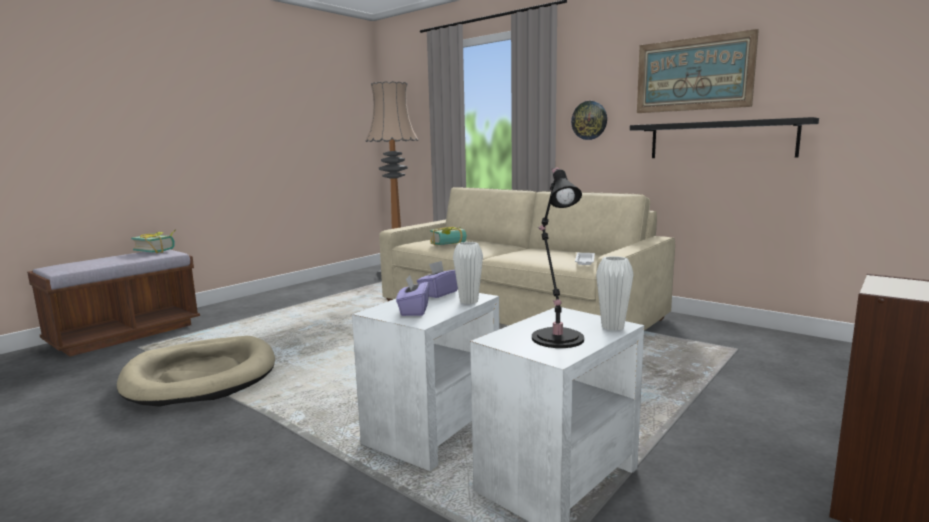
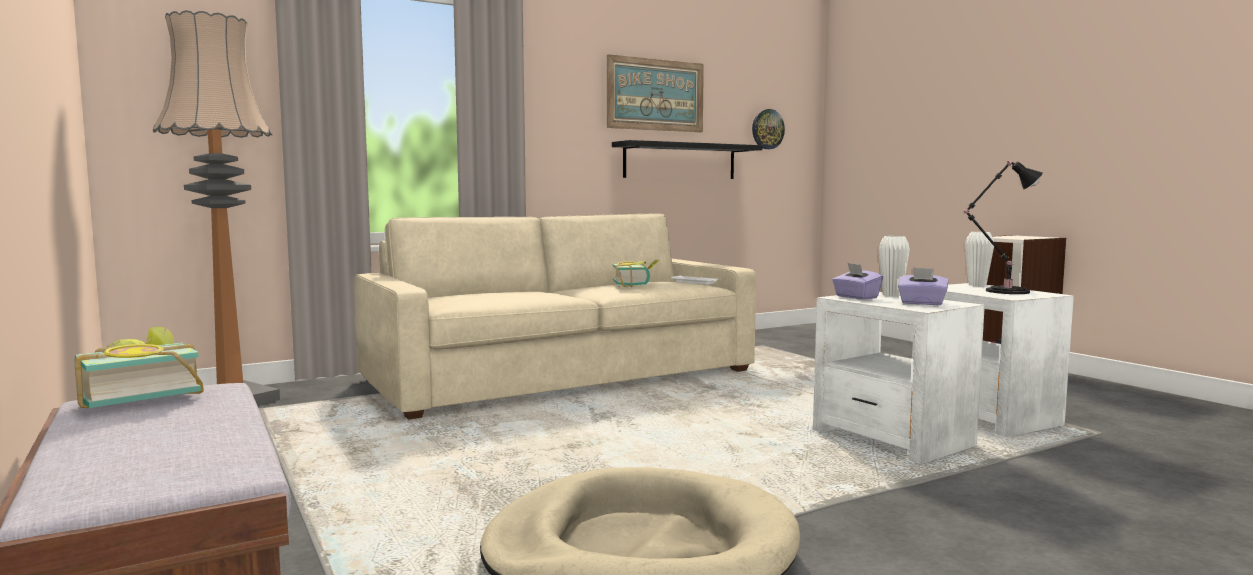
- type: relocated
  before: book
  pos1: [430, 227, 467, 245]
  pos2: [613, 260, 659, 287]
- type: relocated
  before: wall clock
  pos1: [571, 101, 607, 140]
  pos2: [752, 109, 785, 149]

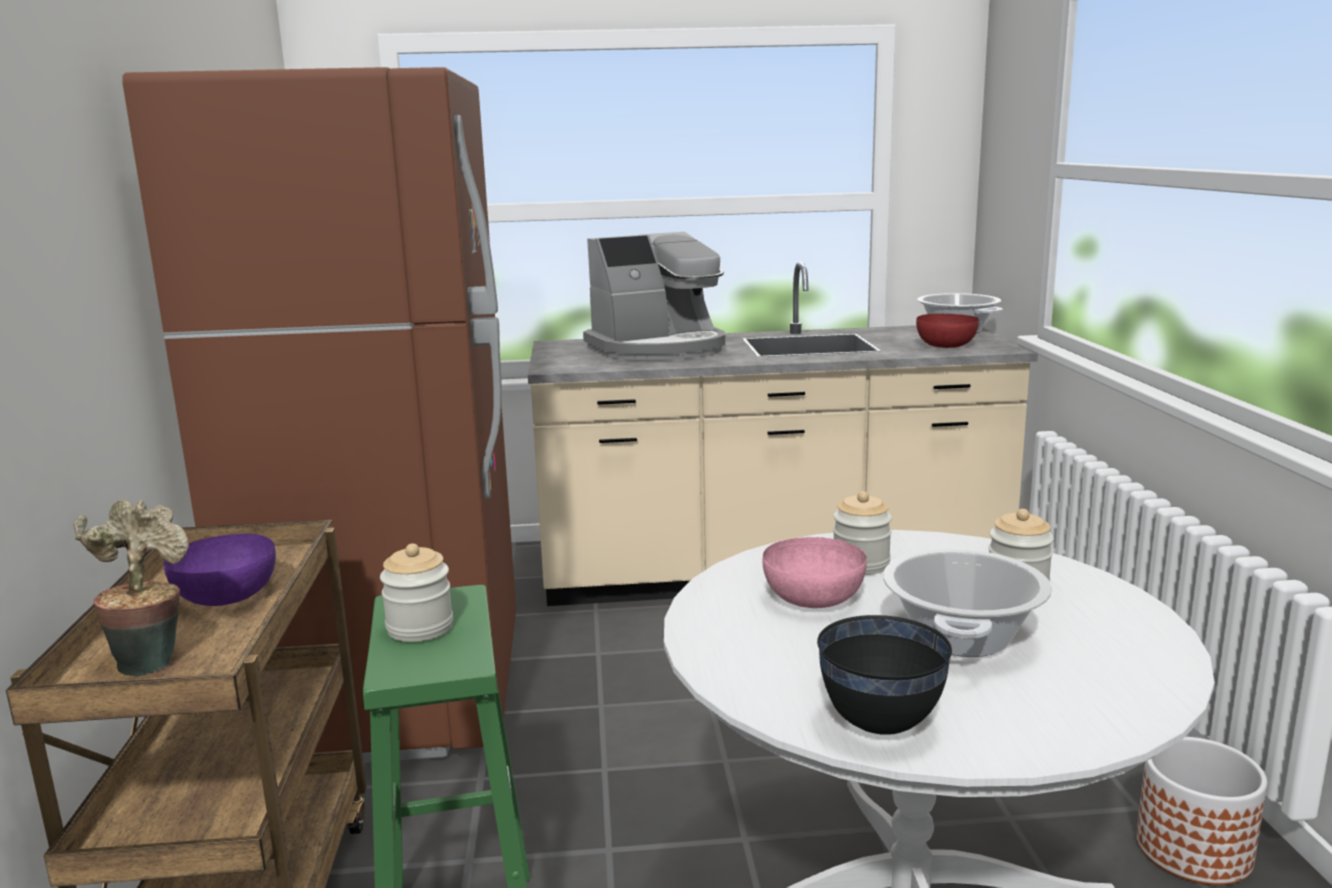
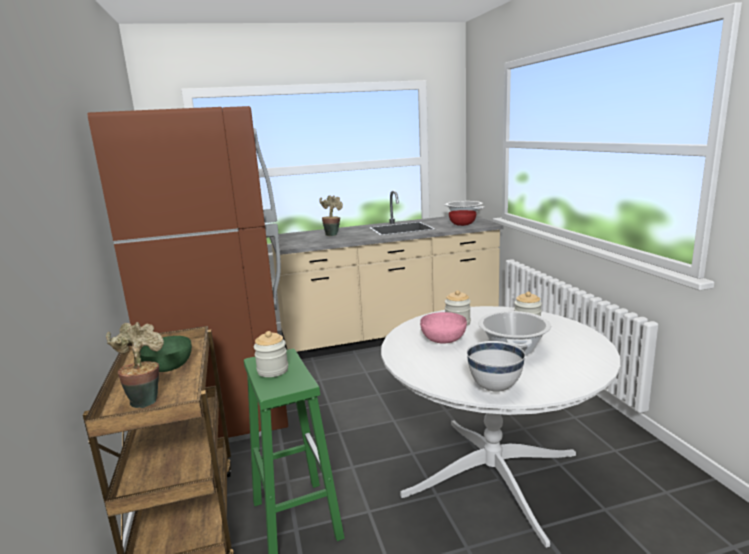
- type: missing
  before: planter
  pos1: [1136, 737, 1267, 885]
- type: exchanged
  before: coffee machine
  after: potted plant
  pos1: [583, 232, 725, 361]
  pos2: [319, 195, 343, 236]
- type: colour
  before: purple bowl
  after: green bowl
  pos1: [164, 534, 276, 606]
  pos2: [140, 336, 192, 372]
- type: colour
  before: black bowl
  after: white bowl
  pos1: [817, 615, 952, 735]
  pos2: [467, 341, 525, 392]

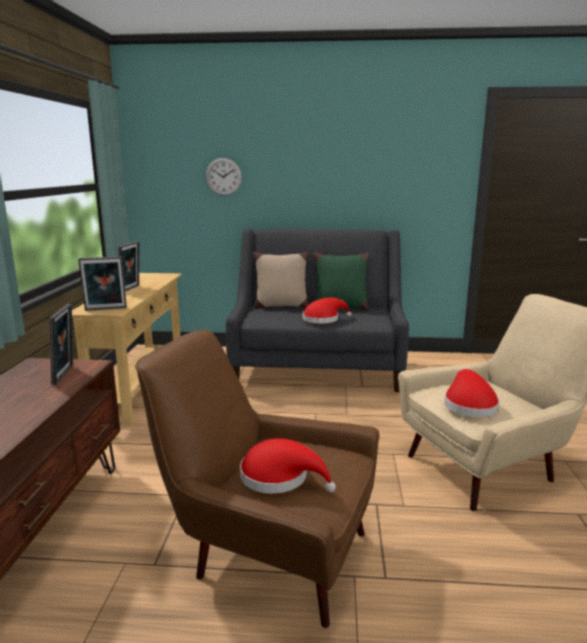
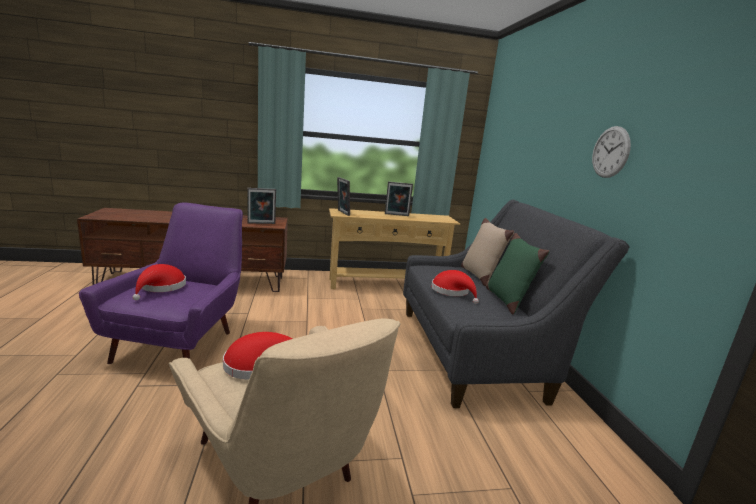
- type: relocated
  before: wall clock
  pos1: [206, 158, 242, 196]
  pos2: [592, 126, 631, 178]
- type: colour
  before: brown armchair
  after: purple armchair
  pos1: [135, 330, 380, 628]
  pos2: [79, 202, 243, 364]

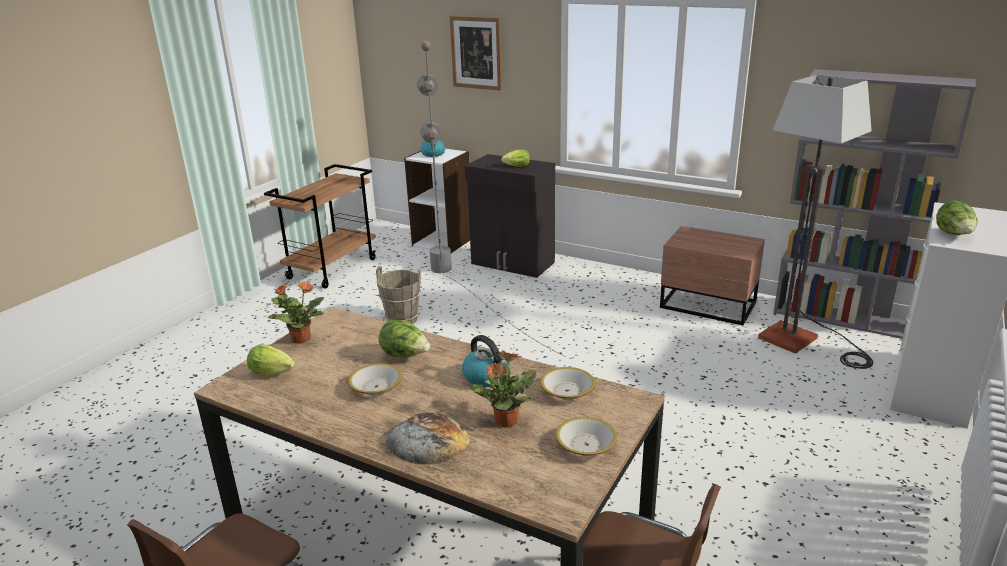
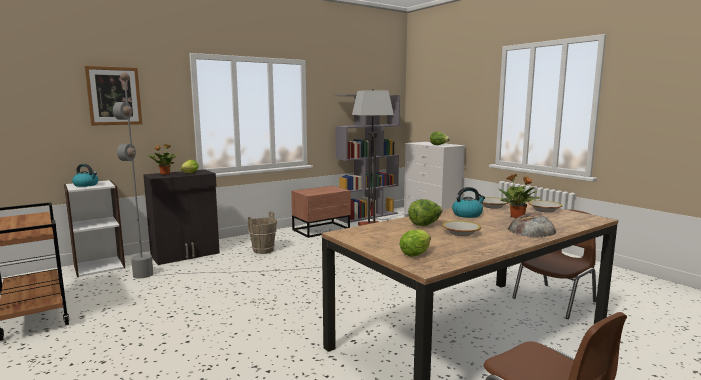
- type: relocated
  before: potted plant
  pos1: [267, 282, 324, 344]
  pos2: [148, 144, 178, 175]
- type: relocated
  before: brown bucket
  pos1: [376, 266, 421, 324]
  pos2: [247, 211, 277, 254]

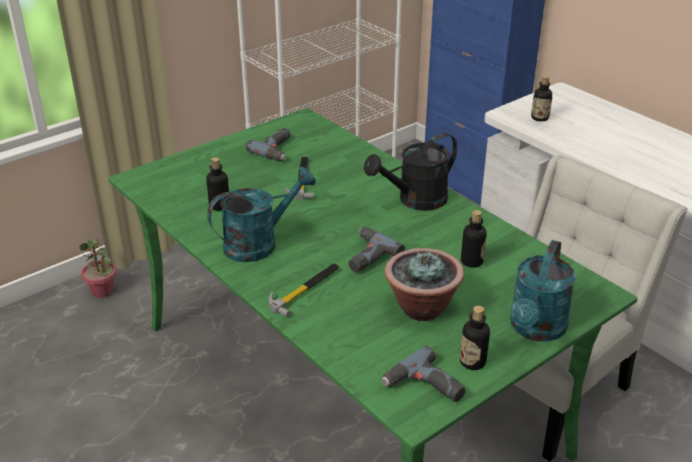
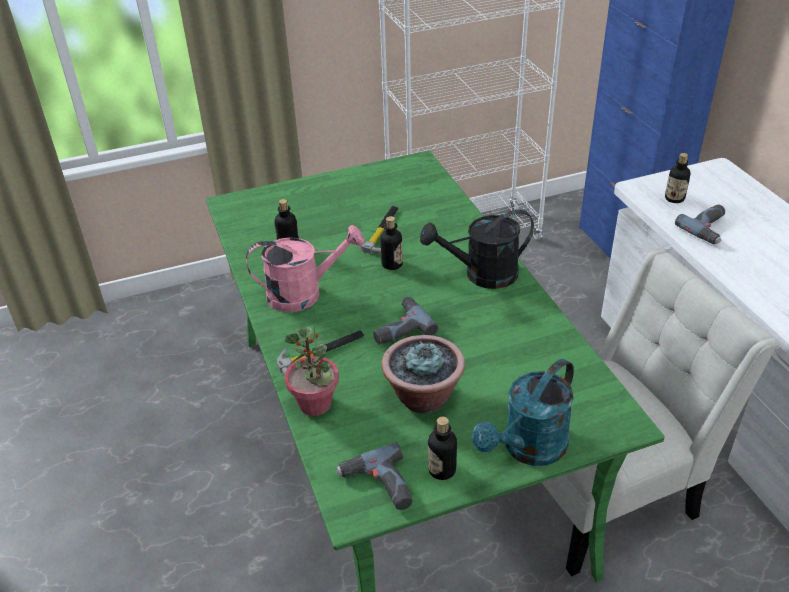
- type: relocated
  before: potted plant
  pos1: [80, 237, 116, 298]
  pos2: [284, 326, 339, 416]
- type: relocated
  before: power drill
  pos1: [246, 128, 290, 162]
  pos2: [675, 204, 725, 244]
- type: relocated
  before: bottle
  pos1: [461, 210, 487, 268]
  pos2: [380, 216, 403, 270]
- type: colour
  before: turquoise watering can
  after: pink watering can
  pos1: [207, 167, 316, 262]
  pos2: [246, 225, 365, 312]

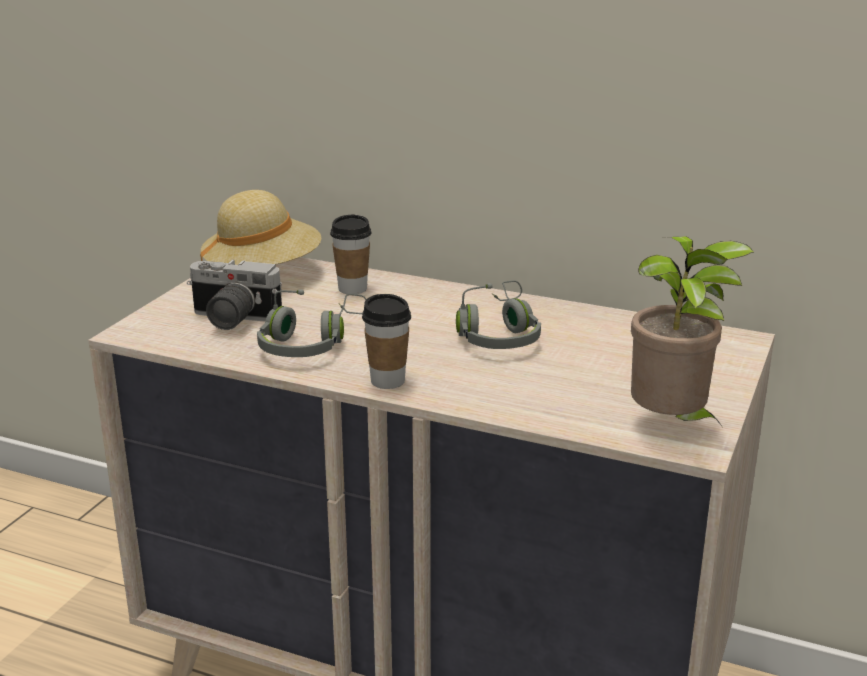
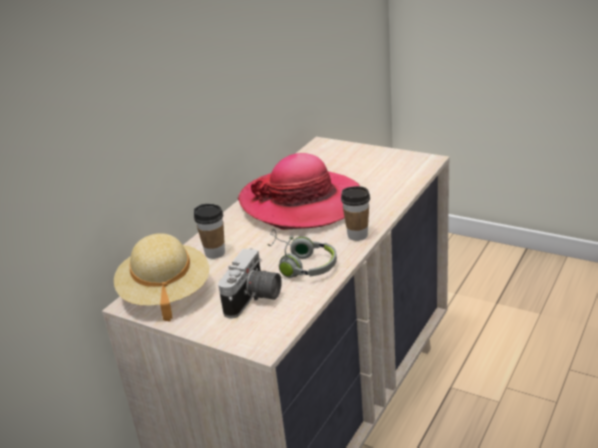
- type: missing
  before: potted plant
  pos1: [631, 237, 754, 425]
- type: exchanged
  before: grey headphones
  after: hat
  pos1: [456, 281, 541, 349]
  pos2: [237, 153, 360, 230]

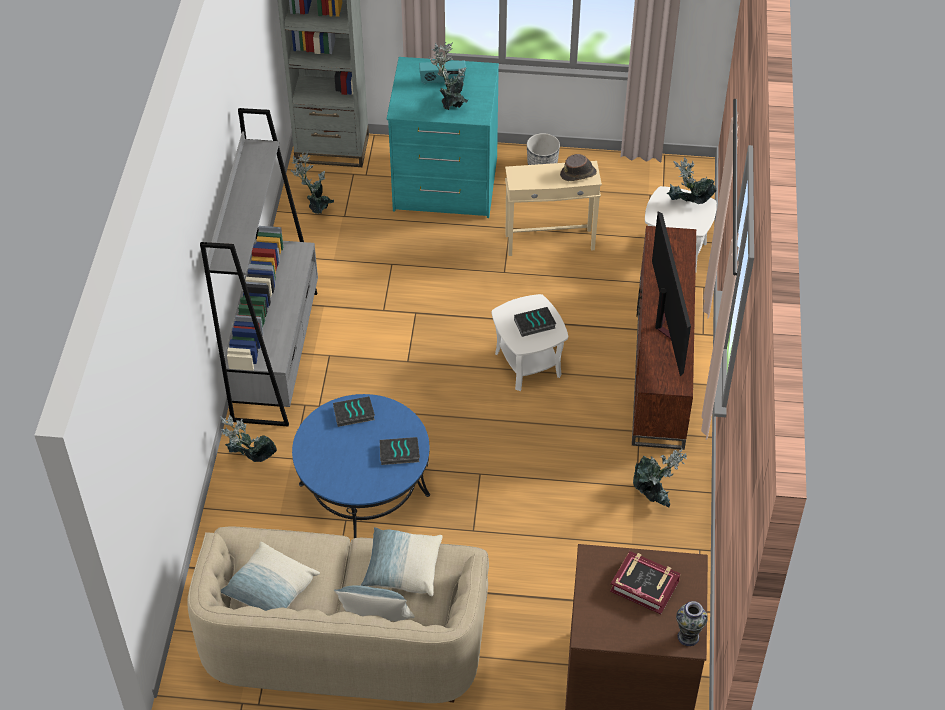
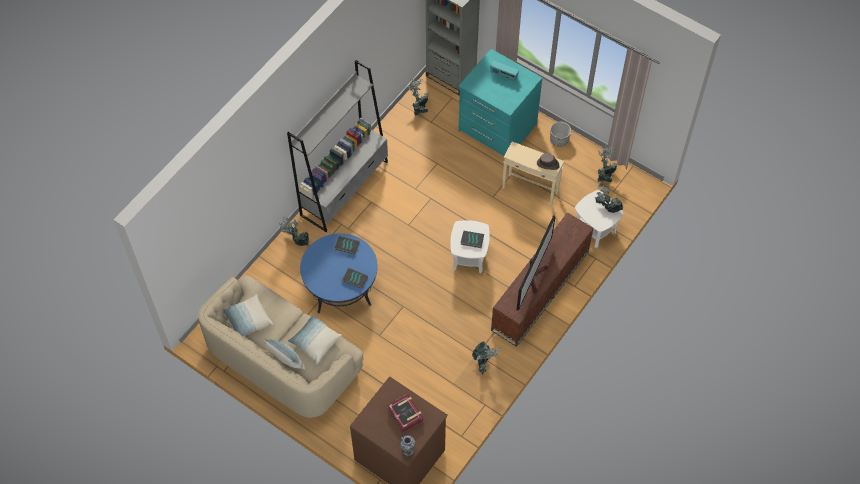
- type: relocated
  before: potted plant
  pos1: [428, 42, 468, 109]
  pos2: [597, 145, 618, 182]

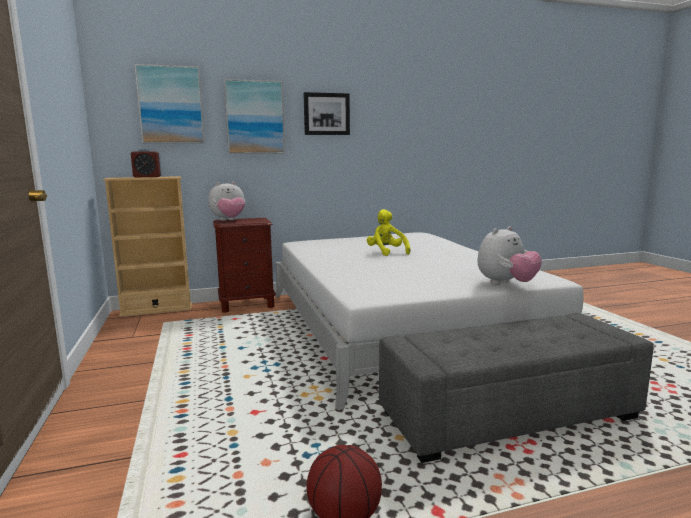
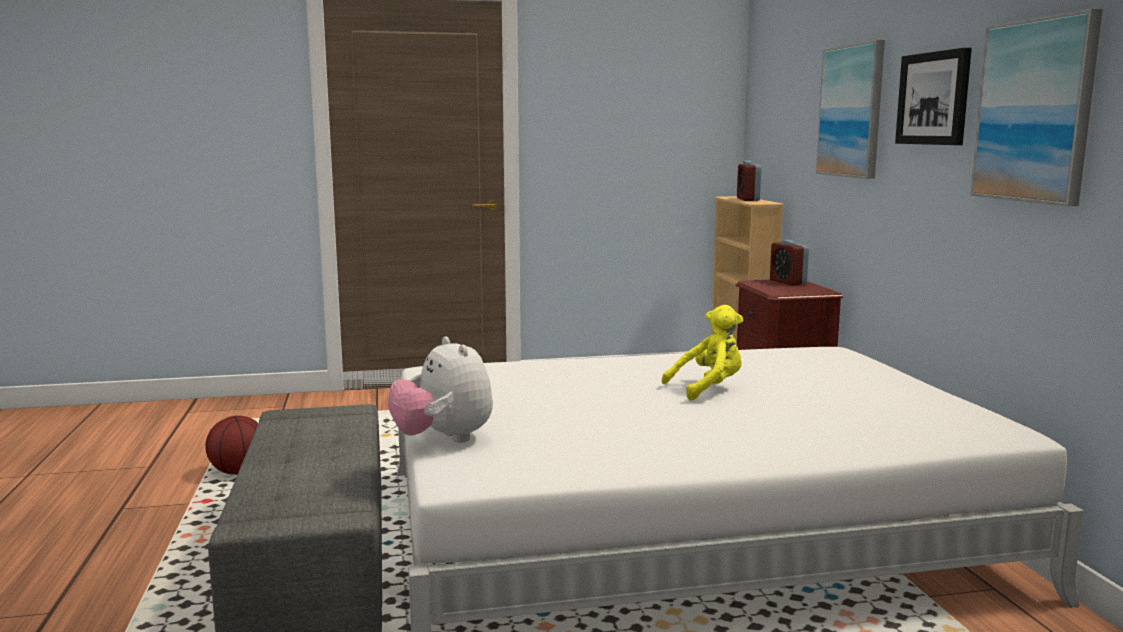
- type: relocated
  before: picture
  pos1: [135, 64, 205, 143]
  pos2: [970, 9, 1103, 206]
- type: exchanged
  before: plush toy
  after: alarm clock
  pos1: [208, 182, 245, 221]
  pos2: [770, 240, 809, 286]

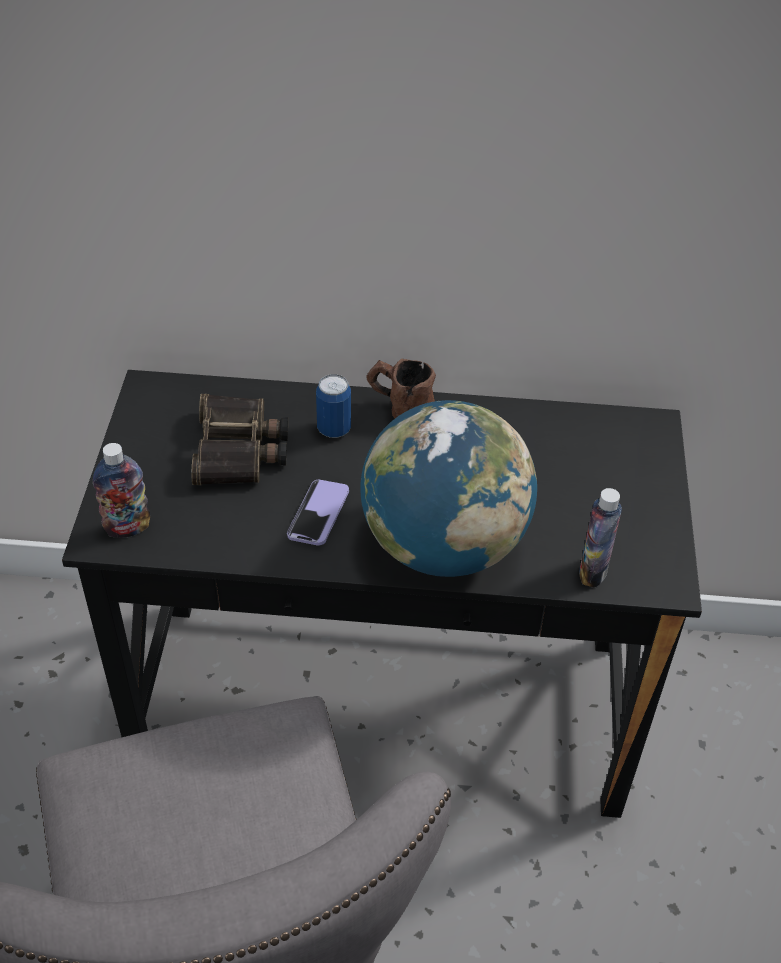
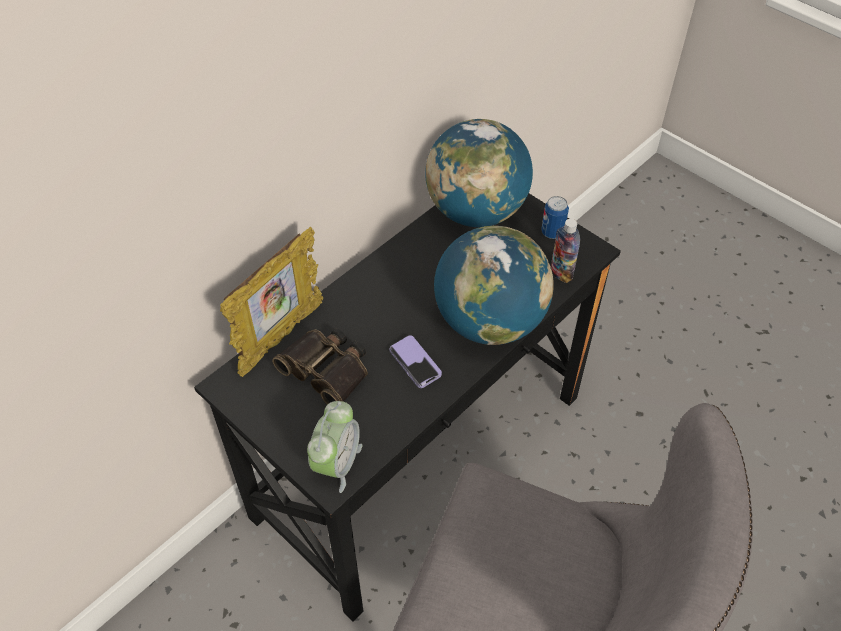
- type: missing
  before: brown mug
  pos1: [367, 359, 436, 418]
- type: appeared
  after: picture frame
  pos2: [220, 227, 323, 377]
- type: appeared
  after: globe
  pos2: [425, 119, 533, 227]
- type: relocated
  before: can
  pos1: [316, 374, 351, 438]
  pos2: [541, 196, 569, 239]
- type: exchanged
  before: bottle
  after: alarm clock
  pos1: [93, 443, 150, 538]
  pos2: [307, 401, 362, 493]

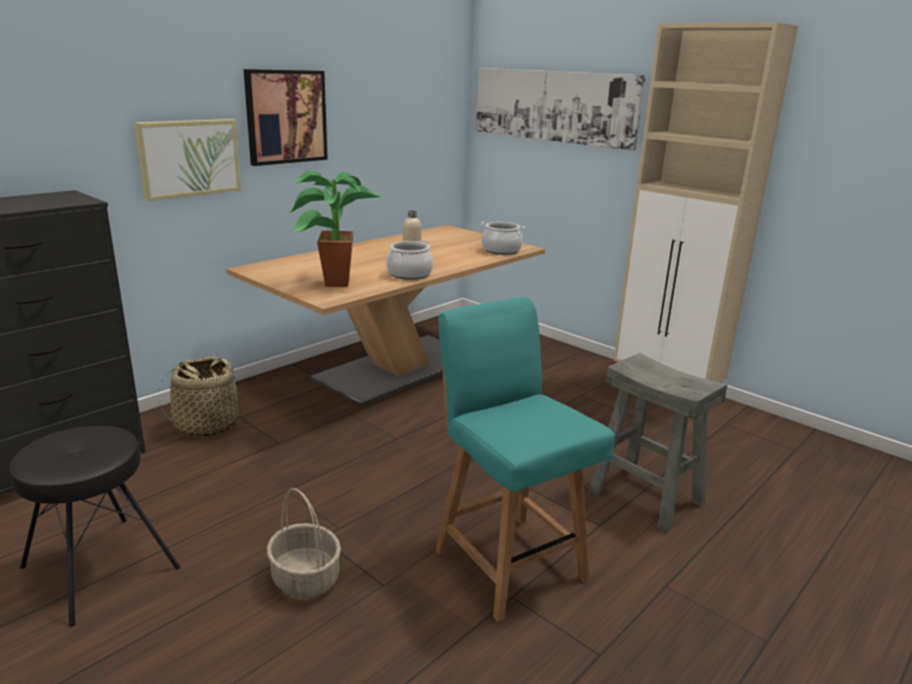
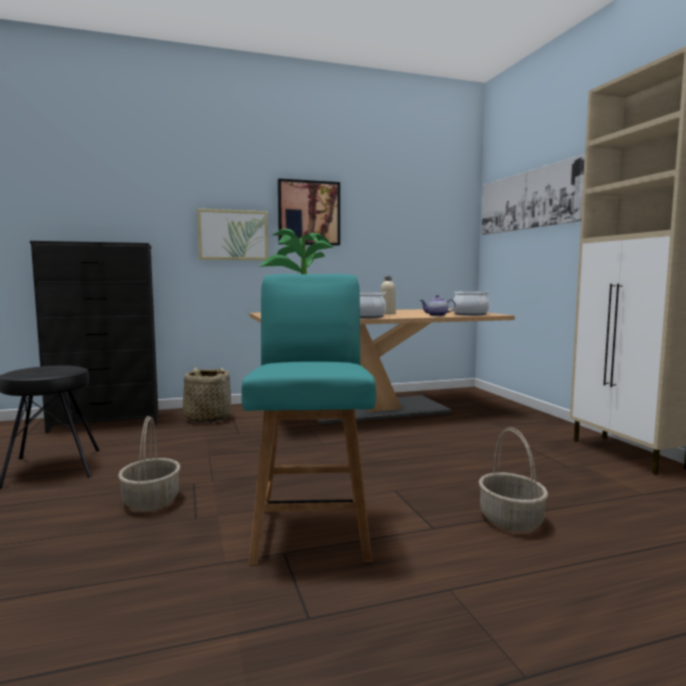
- type: appeared
  after: teapot
  pos2: [420, 295, 455, 316]
- type: exchanged
  before: grey stool
  after: basket
  pos1: [589, 353, 727, 533]
  pos2: [479, 427, 548, 532]

